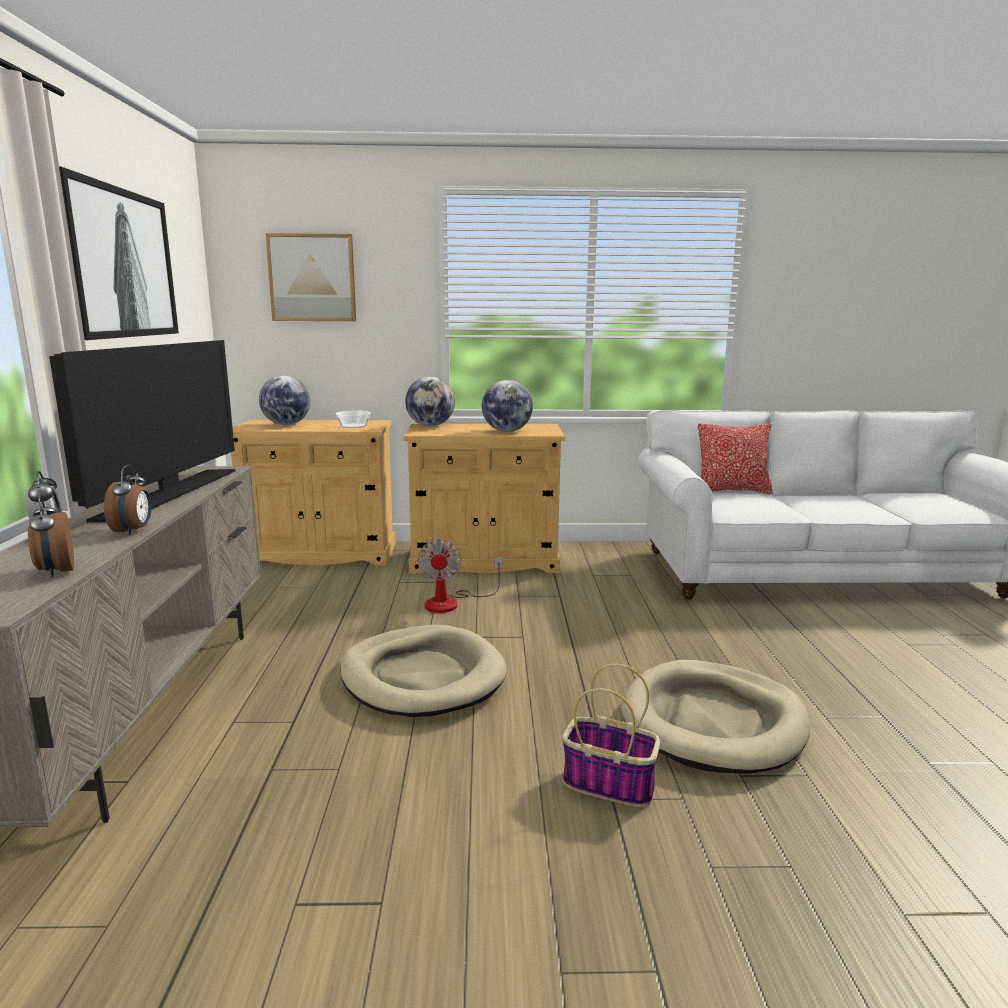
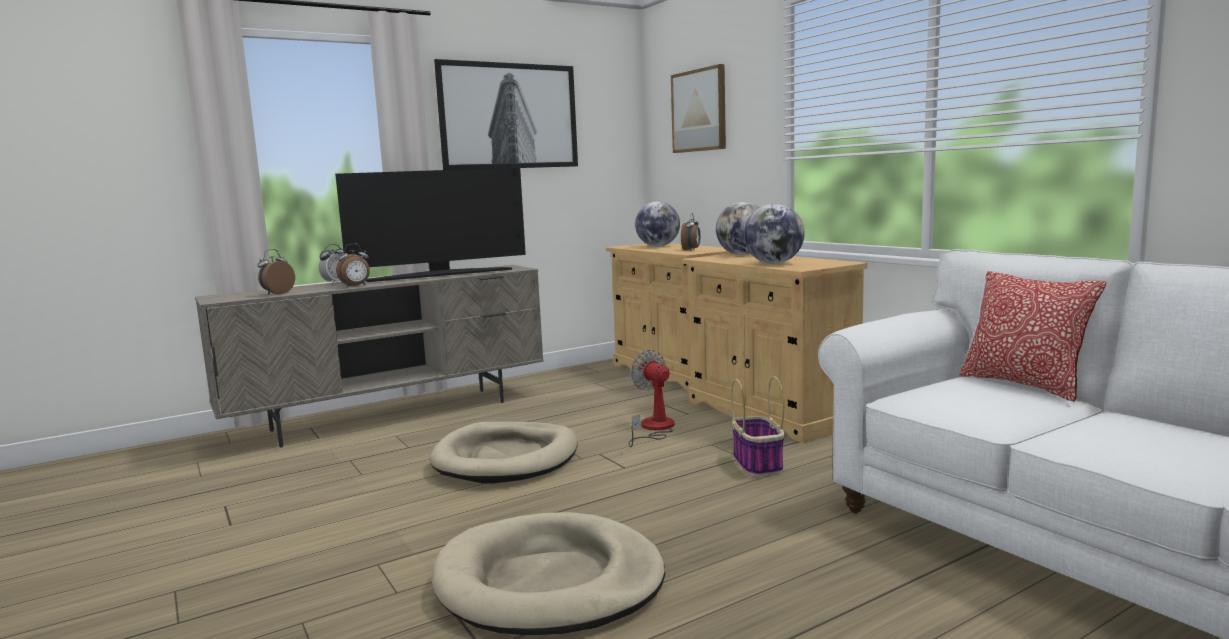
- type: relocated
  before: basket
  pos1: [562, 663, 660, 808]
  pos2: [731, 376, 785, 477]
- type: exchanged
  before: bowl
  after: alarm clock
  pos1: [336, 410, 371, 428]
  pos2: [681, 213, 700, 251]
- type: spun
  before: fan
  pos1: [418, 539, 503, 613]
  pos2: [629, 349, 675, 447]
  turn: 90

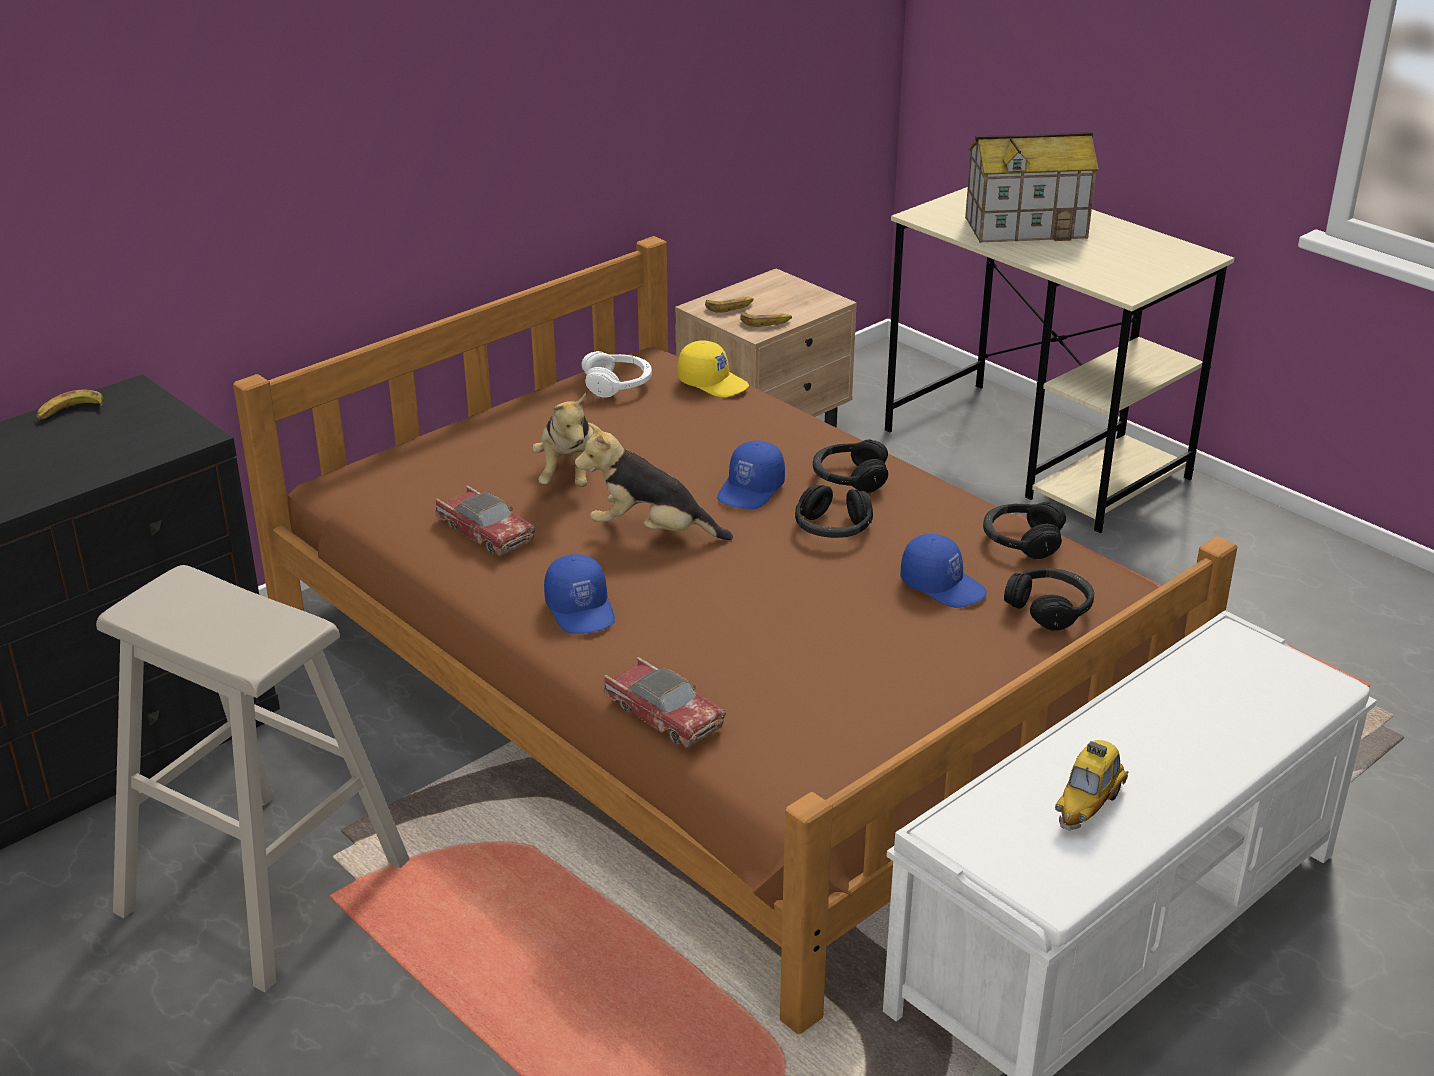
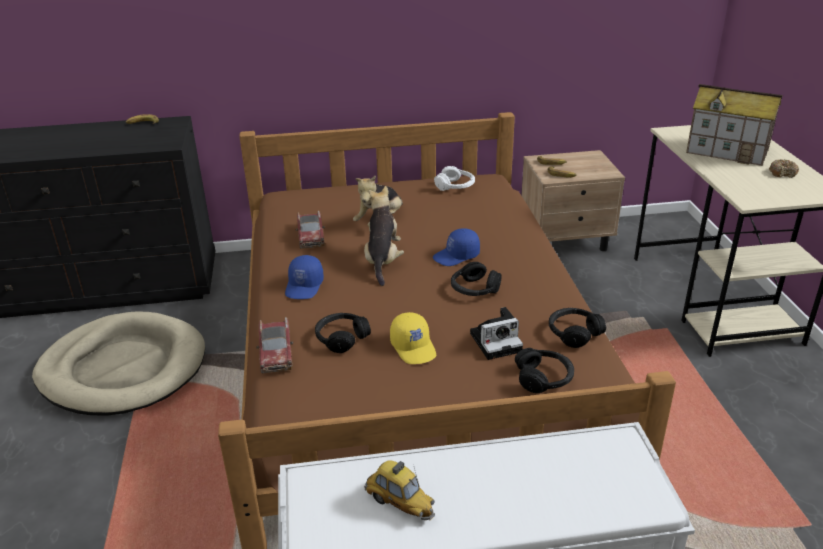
- type: appeared
  after: donut
  pos2: [769, 159, 799, 178]
- type: relocated
  before: yellow cap
  pos1: [678, 340, 749, 397]
  pos2: [390, 312, 436, 364]
- type: relocated
  before: black headphones
  pos1: [813, 439, 888, 493]
  pos2: [315, 313, 371, 353]
- type: exchanged
  before: beige stool
  after: beige dog bed
  pos1: [96, 565, 410, 993]
  pos2: [32, 312, 205, 416]
- type: exchanged
  before: blue cap
  after: photo camera
  pos1: [900, 534, 987, 608]
  pos2: [470, 307, 523, 360]
- type: spun
  before: plush toy
  pos1: [575, 423, 733, 540]
  pos2: [364, 186, 404, 286]
  turn: 45
- type: spun
  before: toy car
  pos1: [1055, 740, 1129, 831]
  pos2: [364, 460, 435, 520]
  turn: -120

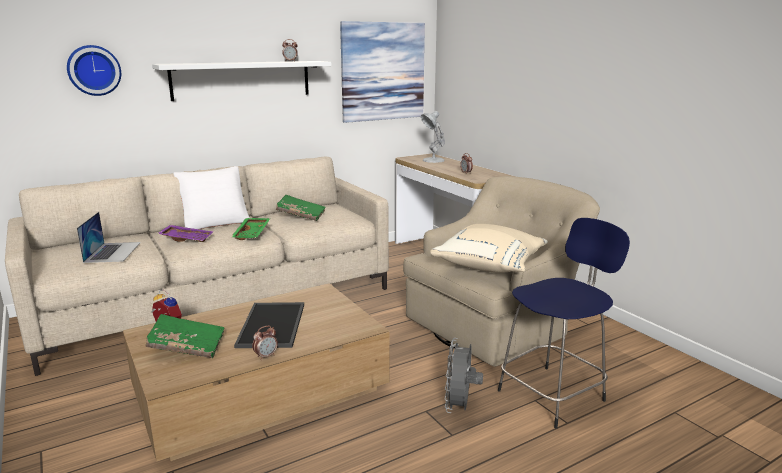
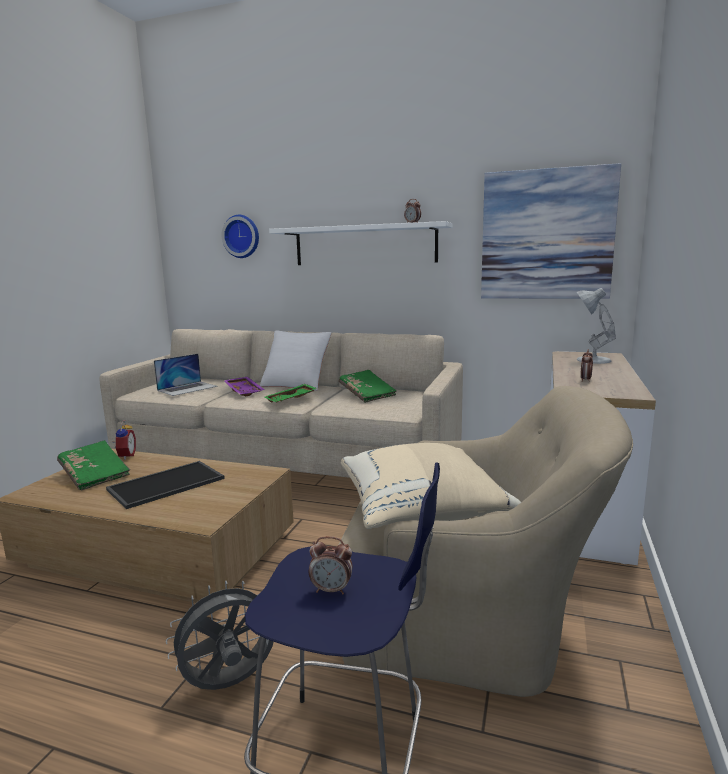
- type: relocated
  before: alarm clock
  pos1: [252, 326, 278, 360]
  pos2: [309, 536, 352, 595]

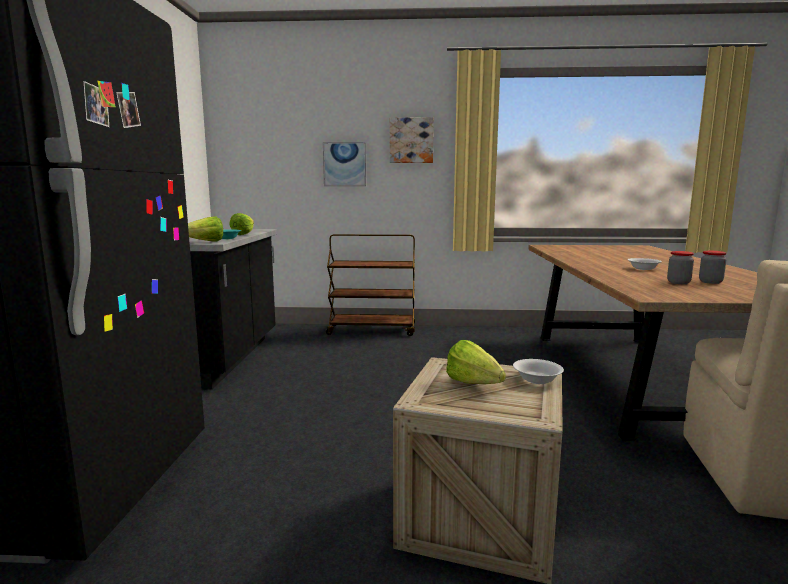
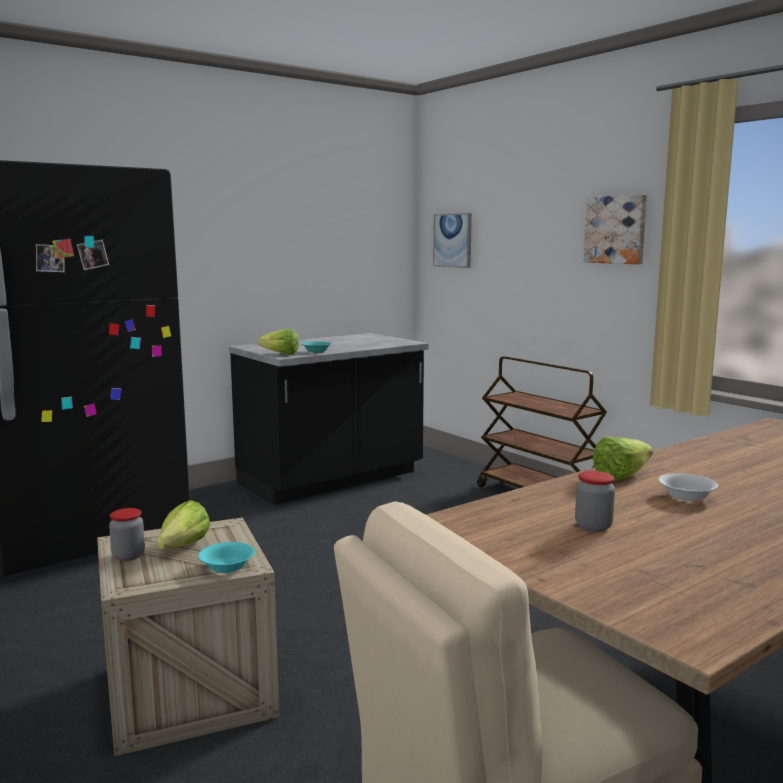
- type: relocated
  before: lettuce
  pos1: [229, 213, 254, 235]
  pos2: [593, 437, 653, 480]
- type: relocated
  before: picture
  pos1: [323, 142, 366, 186]
  pos2: [433, 213, 472, 268]
- type: relocated
  before: jar
  pos1: [699, 251, 726, 284]
  pos2: [109, 508, 145, 561]
- type: colour
  before: white bowl
  after: turquoise bowl
  pos1: [513, 359, 564, 384]
  pos2: [198, 542, 255, 573]

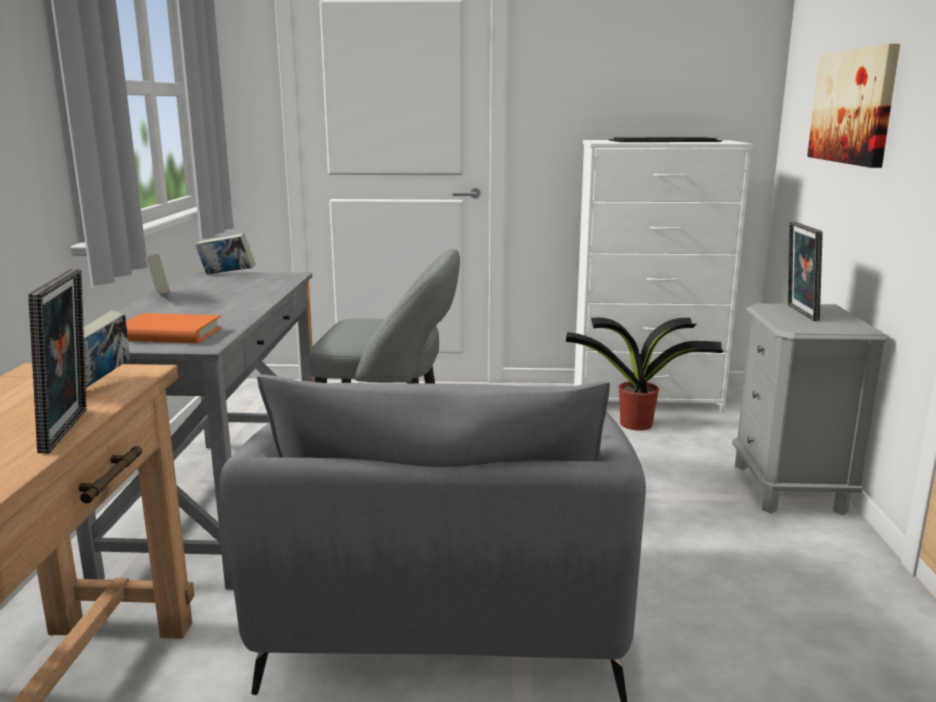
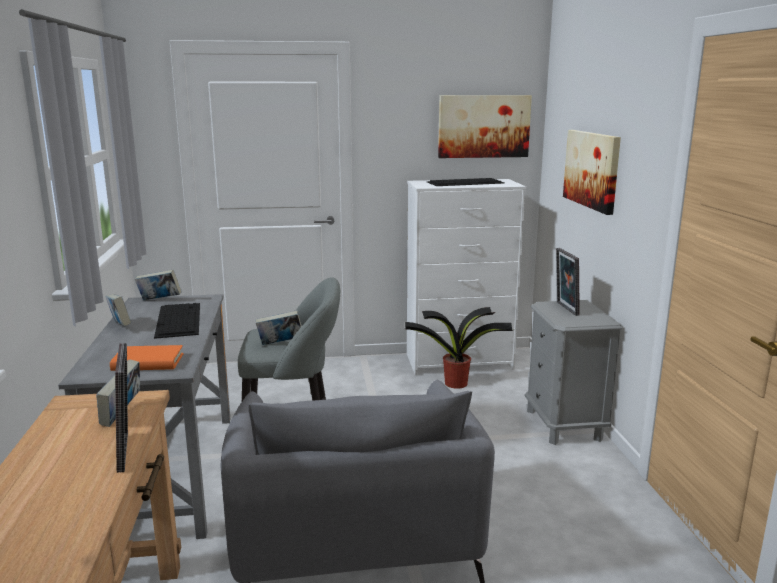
- type: appeared
  after: keyboard
  pos2: [154, 303, 200, 339]
- type: appeared
  after: book
  pos2: [256, 311, 302, 345]
- type: appeared
  after: picture
  pos2: [438, 95, 532, 158]

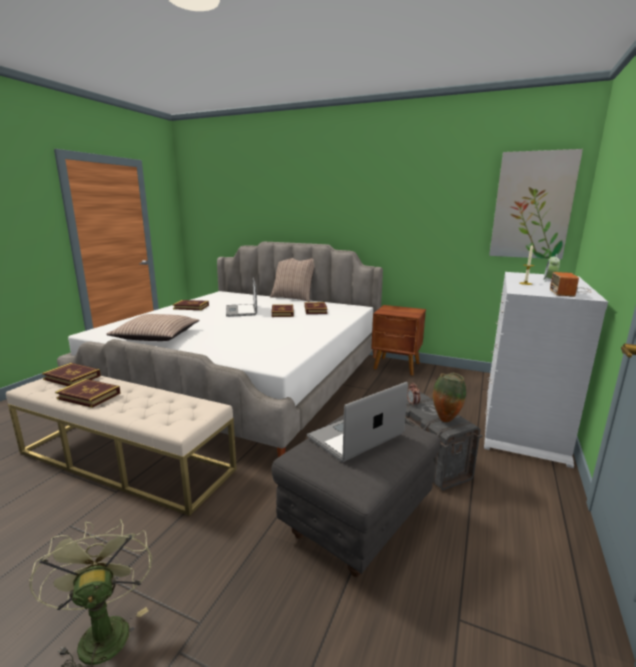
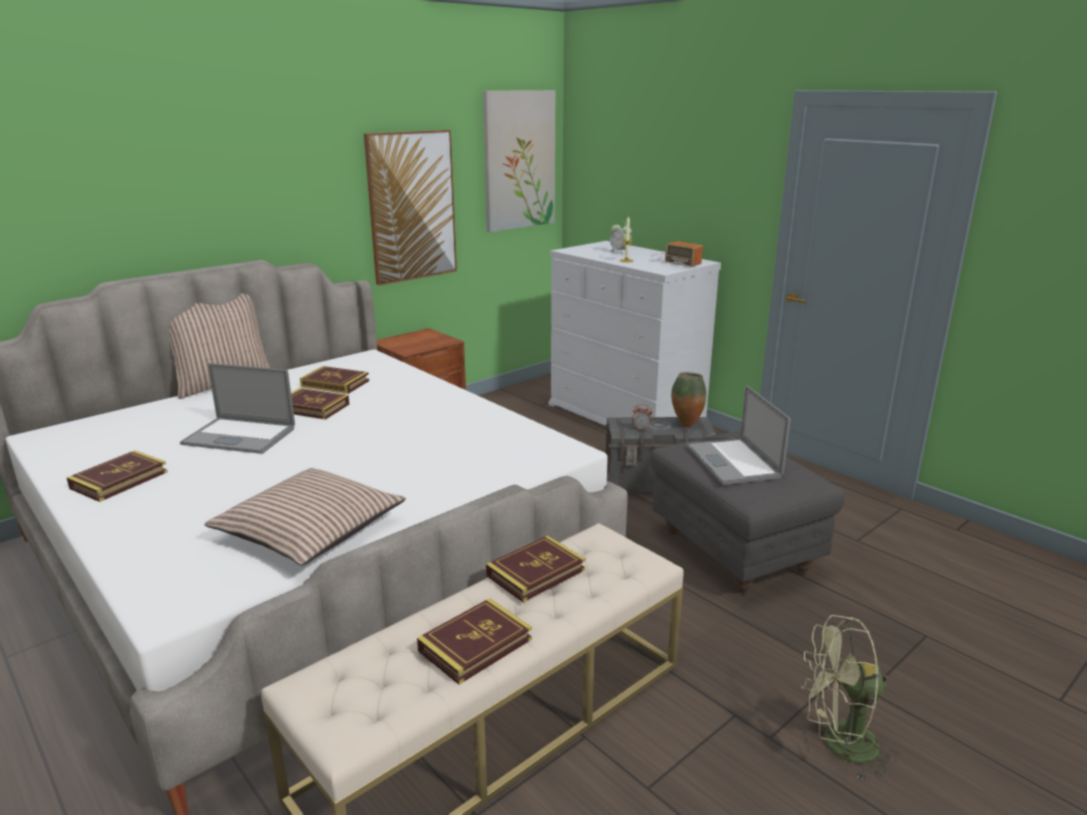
- type: appeared
  after: picture
  pos2: [364, 130, 457, 285]
- type: relocated
  before: book
  pos1: [42, 363, 101, 386]
  pos2: [486, 536, 585, 602]

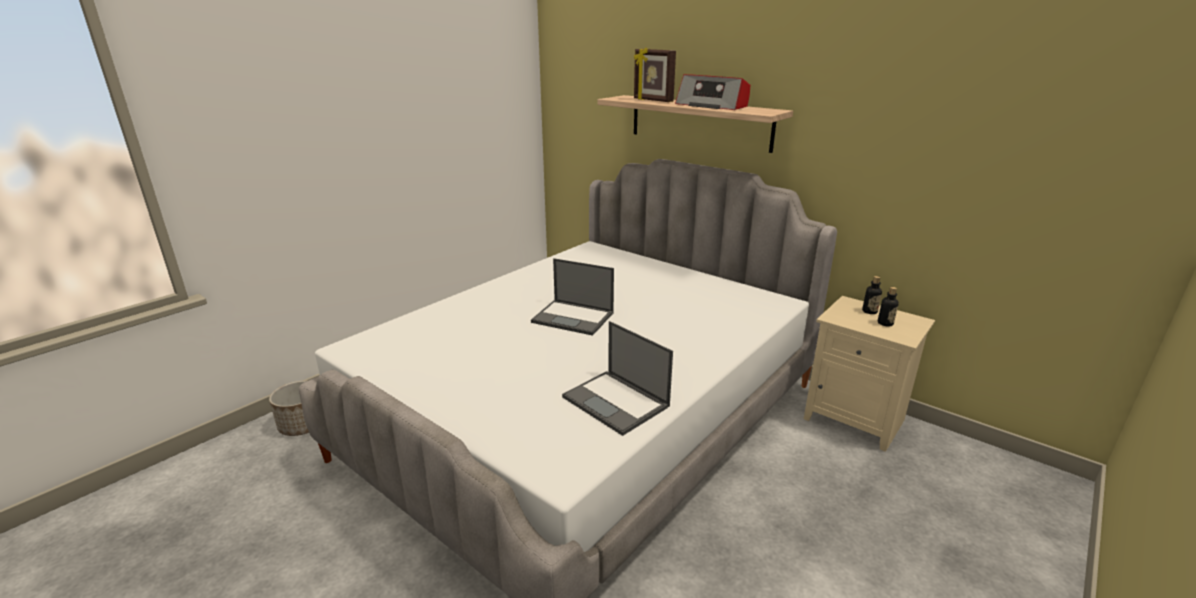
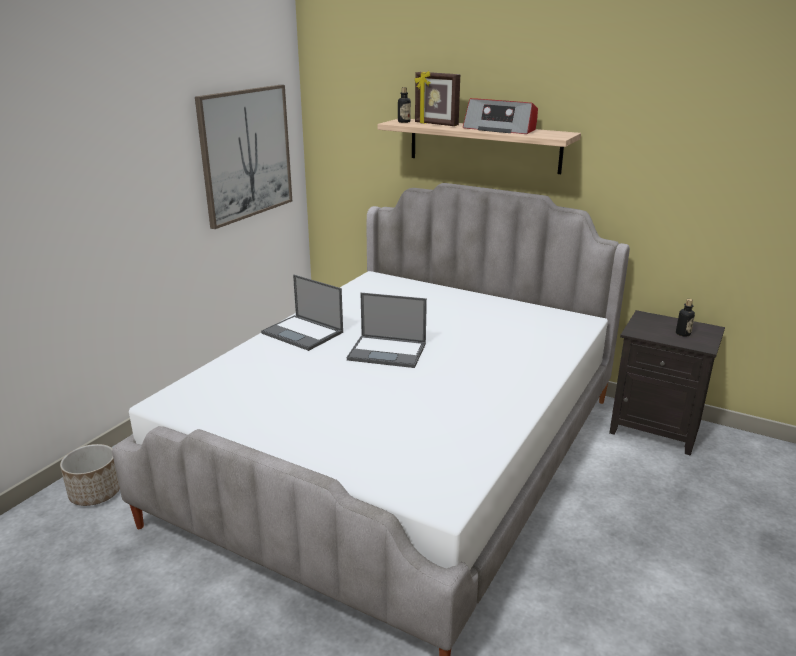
- type: appeared
  after: picture
  pos2: [195, 85, 292, 229]
- type: relocated
  before: laptop
  pos1: [562, 321, 673, 436]
  pos2: [261, 275, 343, 351]
- type: relocated
  before: bottle
  pos1: [862, 276, 882, 314]
  pos2: [398, 87, 411, 123]
- type: colour
  before: beige nightstand
  after: black nightstand
  pos1: [804, 296, 935, 452]
  pos2: [609, 310, 725, 456]

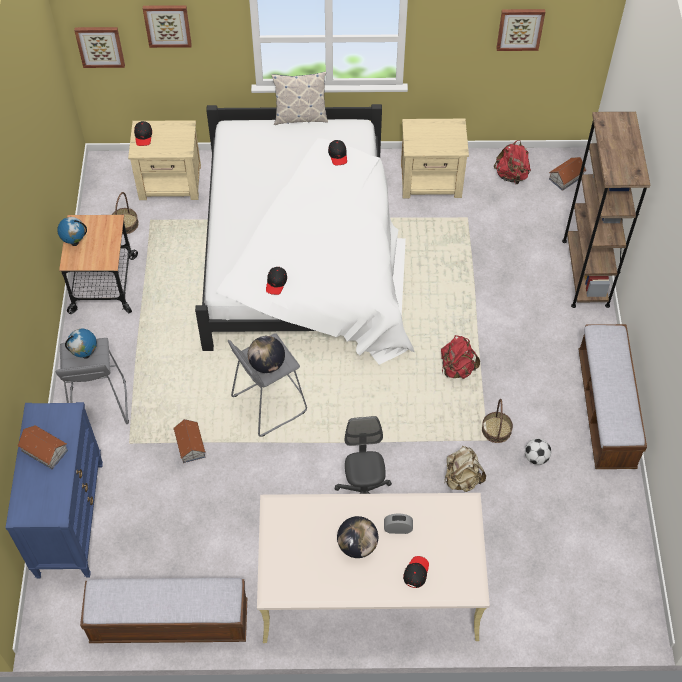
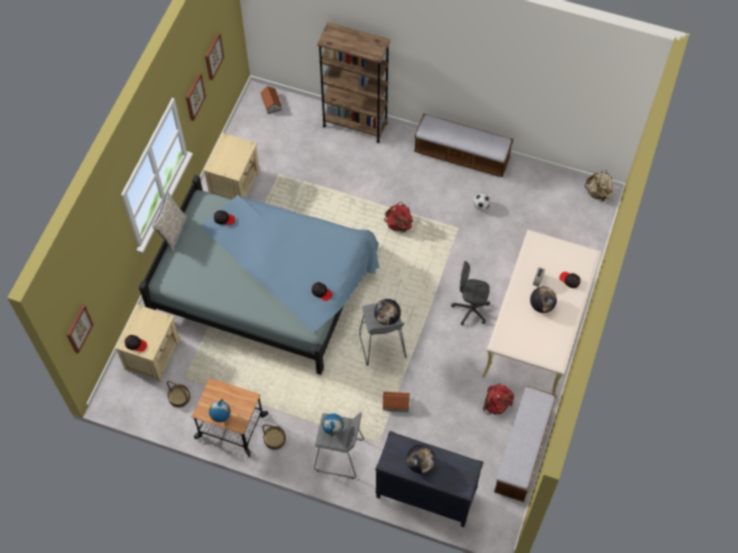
- type: relocated
  before: picture
  pos1: [143, 5, 192, 48]
  pos2: [186, 73, 206, 121]
- type: relocated
  before: beige backpack
  pos1: [444, 446, 486, 492]
  pos2: [585, 170, 614, 202]
- type: relocated
  before: basket
  pos1: [482, 399, 513, 443]
  pos2: [262, 424, 286, 450]
- type: relocated
  before: red backpack
  pos1: [494, 140, 531, 184]
  pos2: [483, 384, 514, 415]
- type: exchanged
  before: toy house
  after: globe
  pos1: [17, 425, 68, 469]
  pos2: [406, 444, 435, 473]
- type: colour
  before: blue dresser
  after: black dresser
  pos1: [6, 402, 103, 579]
  pos2: [375, 431, 484, 527]
- type: colour
  before: white bed
  after: blue bed
  pos1: [195, 104, 415, 365]
  pos2: [139, 175, 379, 375]

